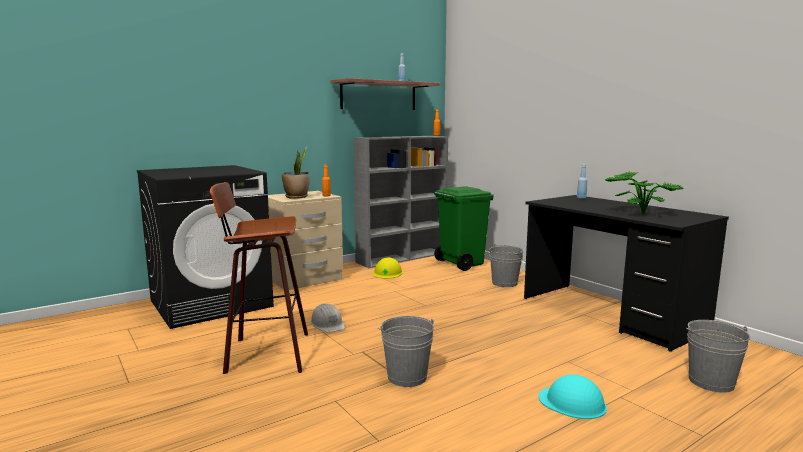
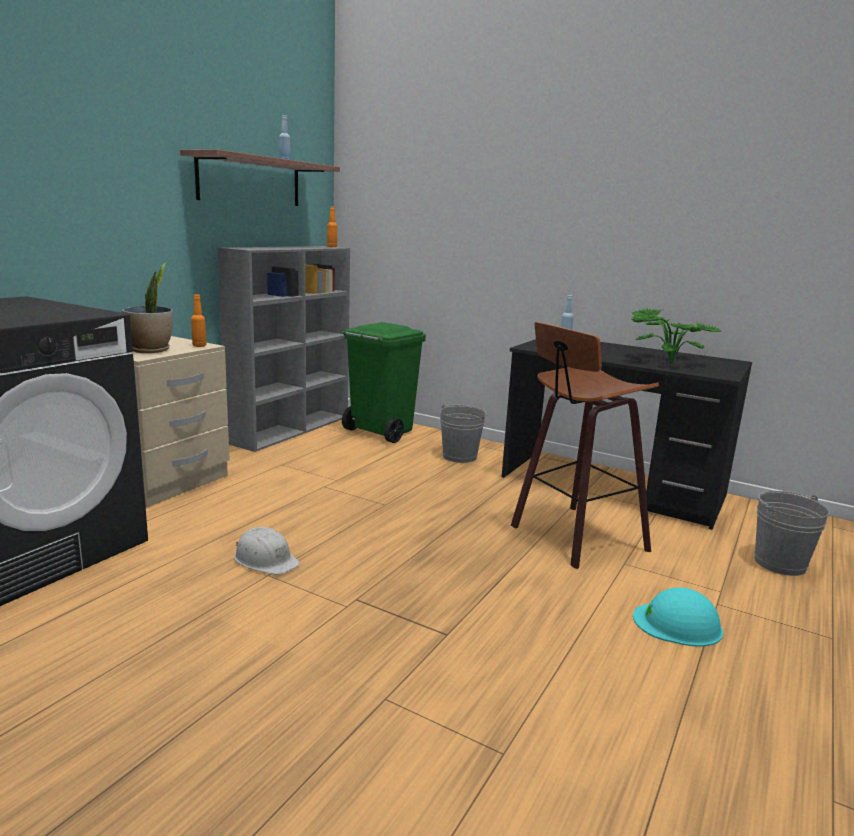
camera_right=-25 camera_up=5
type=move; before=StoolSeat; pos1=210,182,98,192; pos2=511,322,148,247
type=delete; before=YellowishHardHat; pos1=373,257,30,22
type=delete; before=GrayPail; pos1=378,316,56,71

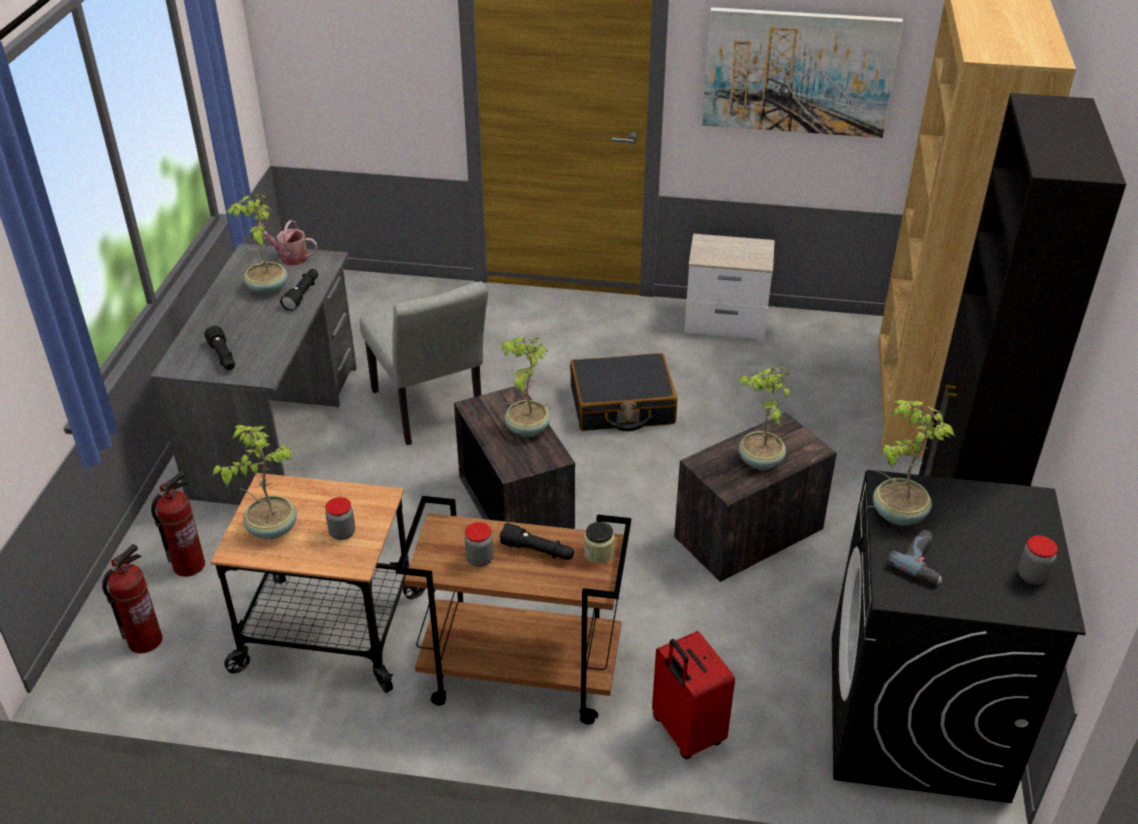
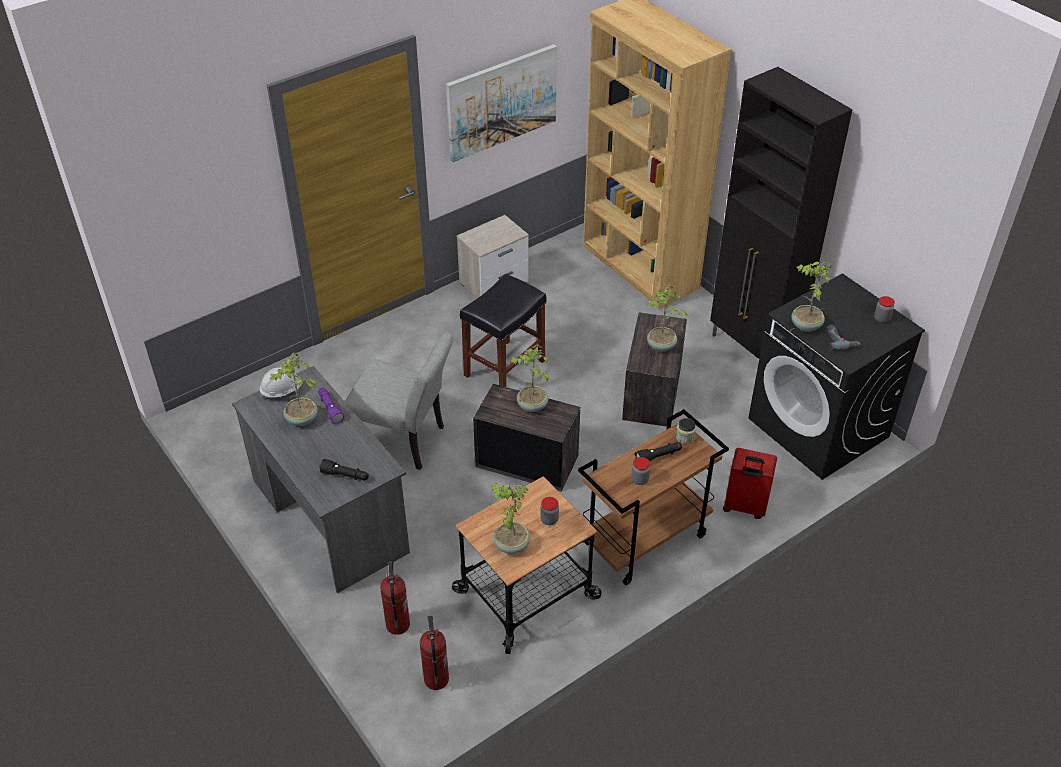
camera_right=-45 camera_up=5
type=replace; before=WateringCan; after=WhiteHardHat; pos1=259,220,58,45; pos2=259,367,43,32
type=recolor; before=BlackColouredTorch; after=PurpleColouredTorch; pos1=280,269,38,42; pos2=318,388,26,36
type=replace; before=BlackColouredSuitcase; after=BlackColouredStoolSeat; pos1=570,353,108,78; pos2=460,274,86,113

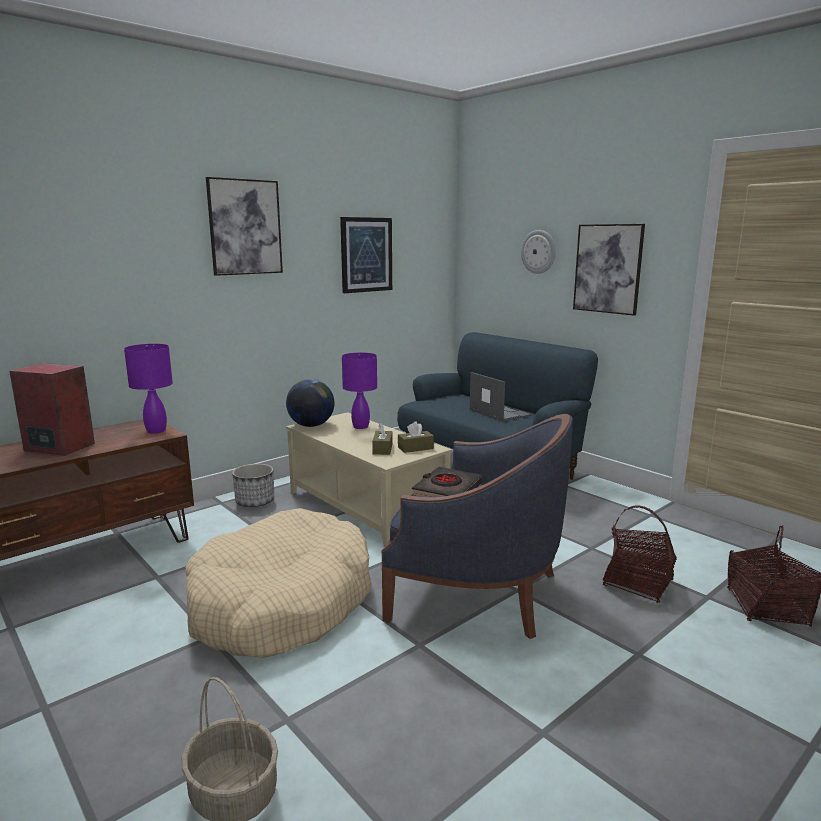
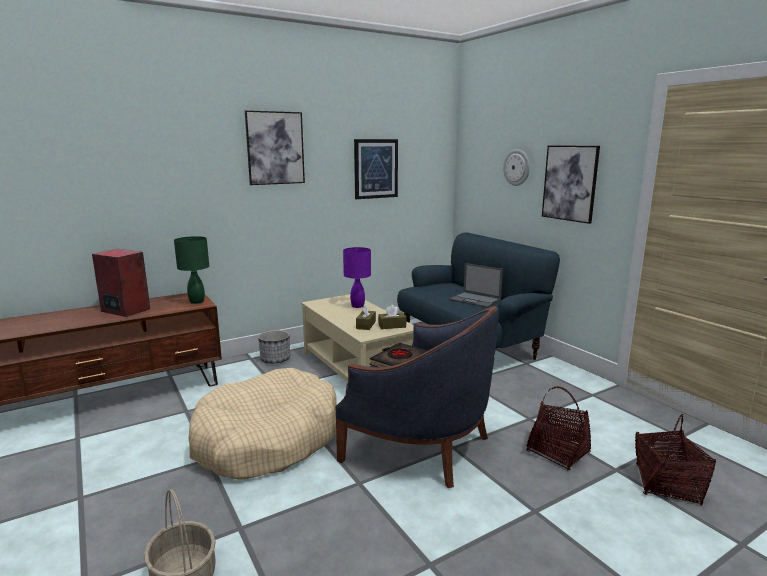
camera_right=10 camera_up=0
type=recolor; before=PurpleColouredTabletopLamp; after=GreenishTabletopLamp; pos1=124,344,49,90; pos2=174,236,35,68
type=rotate; before=PortableComputer; pos1=470,372,61,50; pos2=449,263,54,45; turn=150
type=delete; before=DeskGlobe; pos1=286,379,49,48

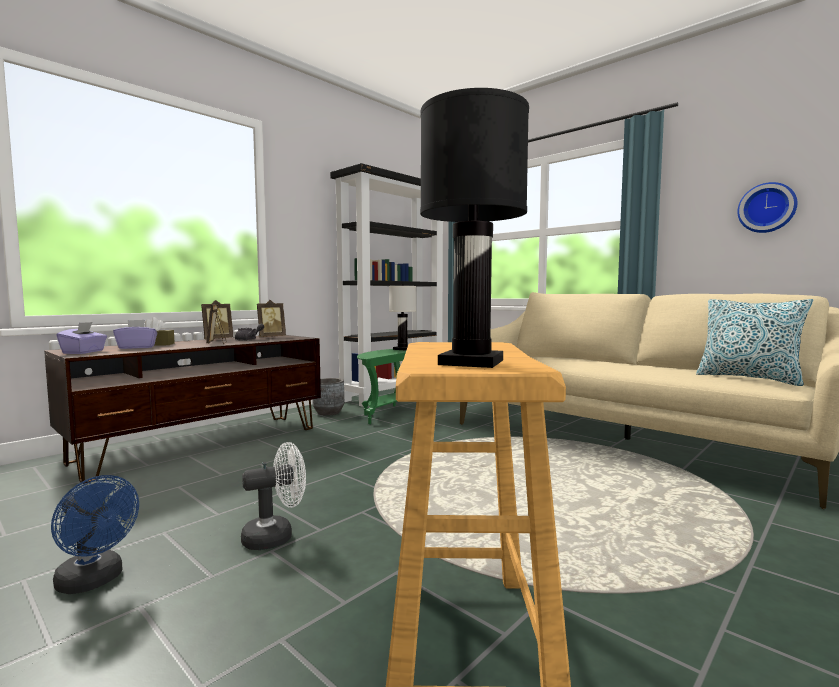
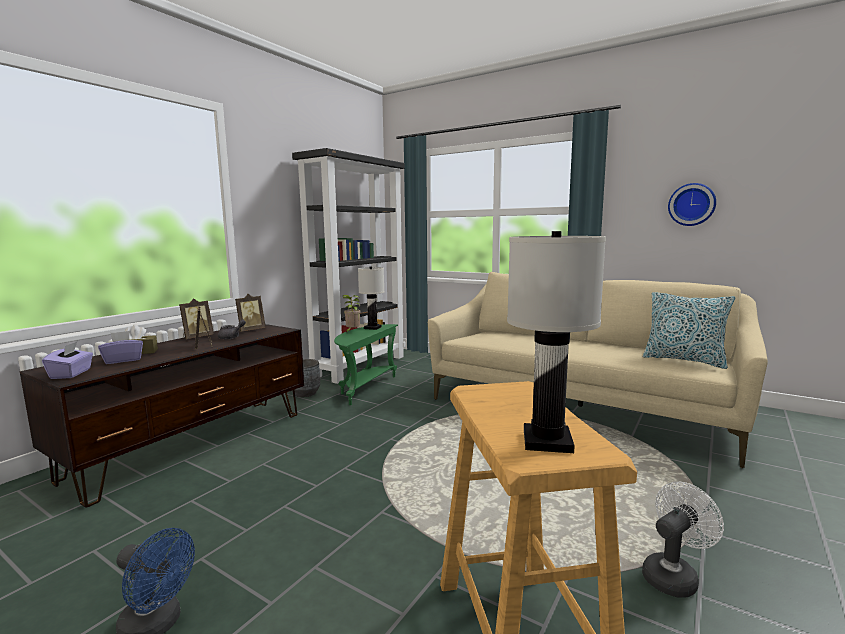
camera_right=-10 camera_up=5
type=recolor; before=BlackColouredTabletopLamp; after=WhiteTabletopLamp; pos1=420,88,109,280; pos2=507,231,99,222
type=move; before=WhiteCoolingFan; pos1=241,442,65,108; pos2=642,482,82,116
type=insert; after=PlantInAPot; pos2=343,295,18,39

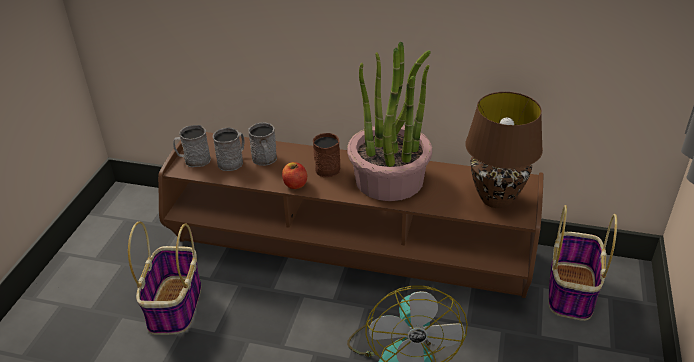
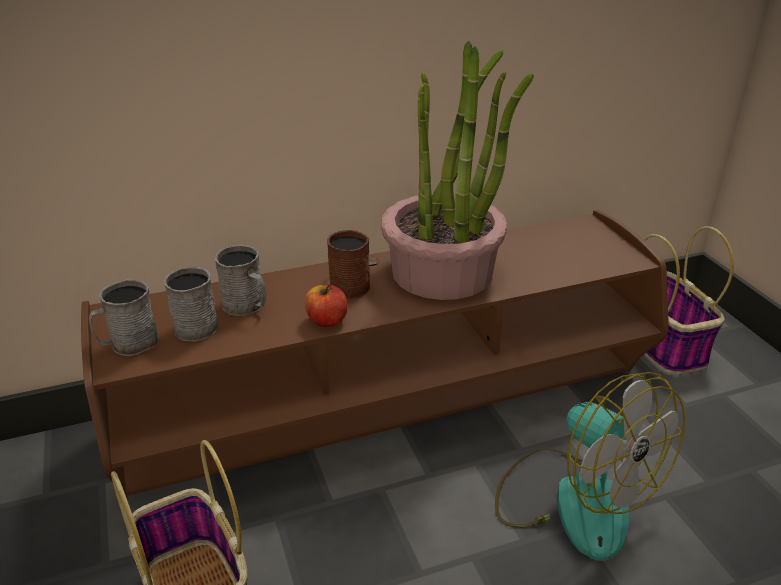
camera_right=-35 camera_up=-5
type=delete; before=BrownishTabletopLamp; pos1=465,92,78,116

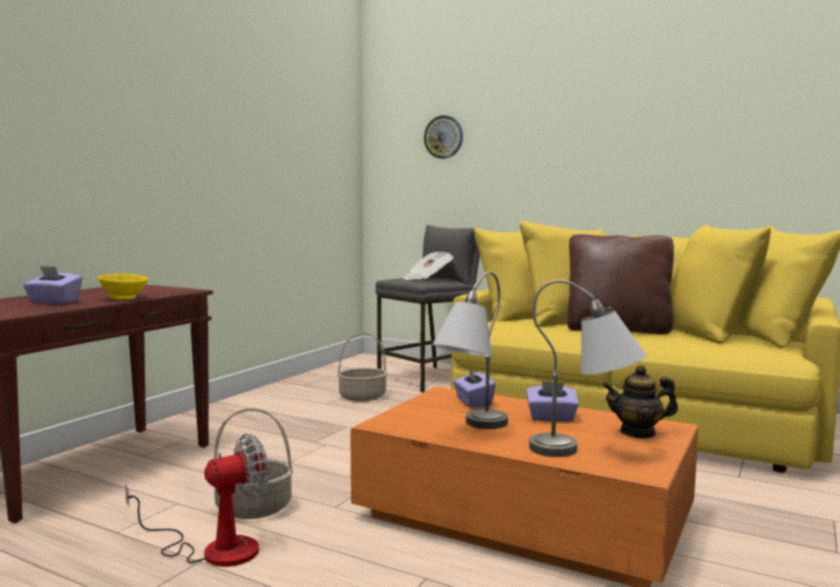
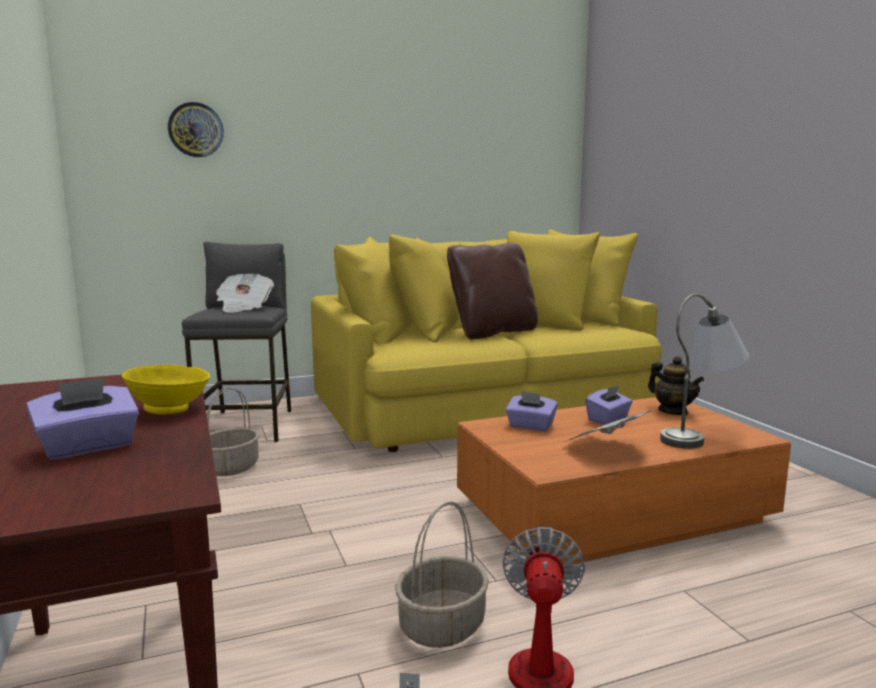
camera_right=-50 camera_up=5
type=replace; before=GrayTabletopLamp; after=PrintedPaper; pos1=432,271,76,158; pos2=564,411,87,31
type=rotate; before=TeaPot; pos1=602,365,76,74; pos2=648,356,56,59; turn=-75

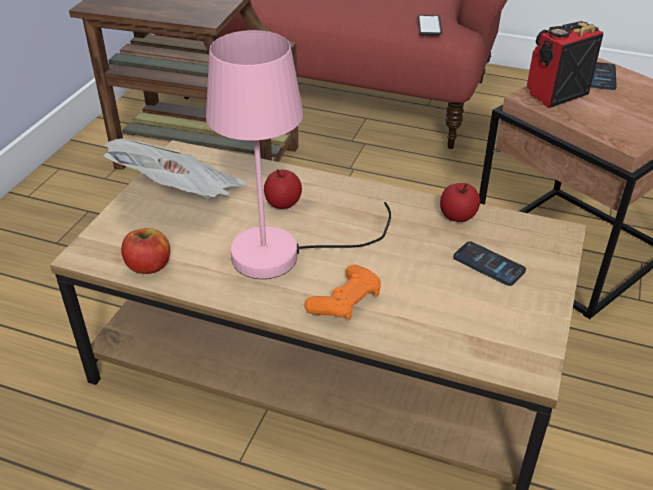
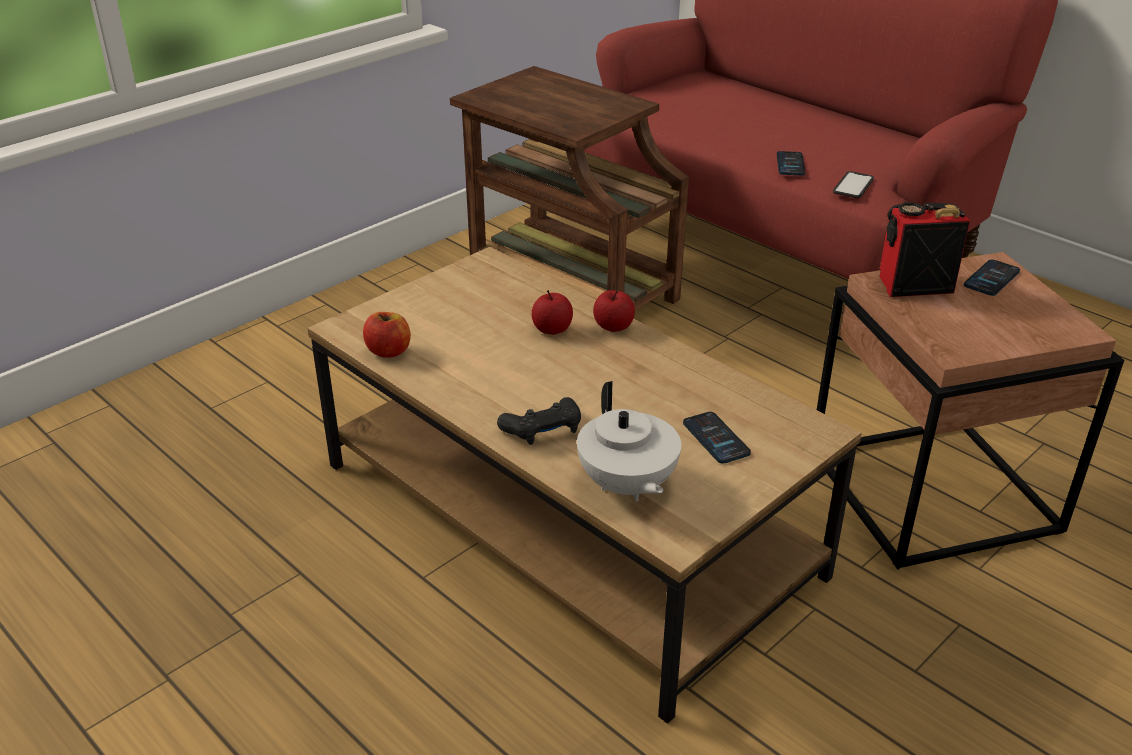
camera_right=25 camera_up=-5
type=delete; before=PinkColouredTabletopLamp; pos1=206,30,185,249
type=delete; before=PrintedPaper; pos1=103,138,144,60
type=move; before=Apple; pos1=440,183,40,39; pos2=593,290,42,42
type=recolor; before=OrangeyGamepad; after=BlackColouredGamepad; pos1=304,264,77,56; pos2=497,397,84,48
type=insert; after=Phone; pos2=777,151,28,24
type=insert; after=WhiteTeaPot; pos2=577,381,104,121

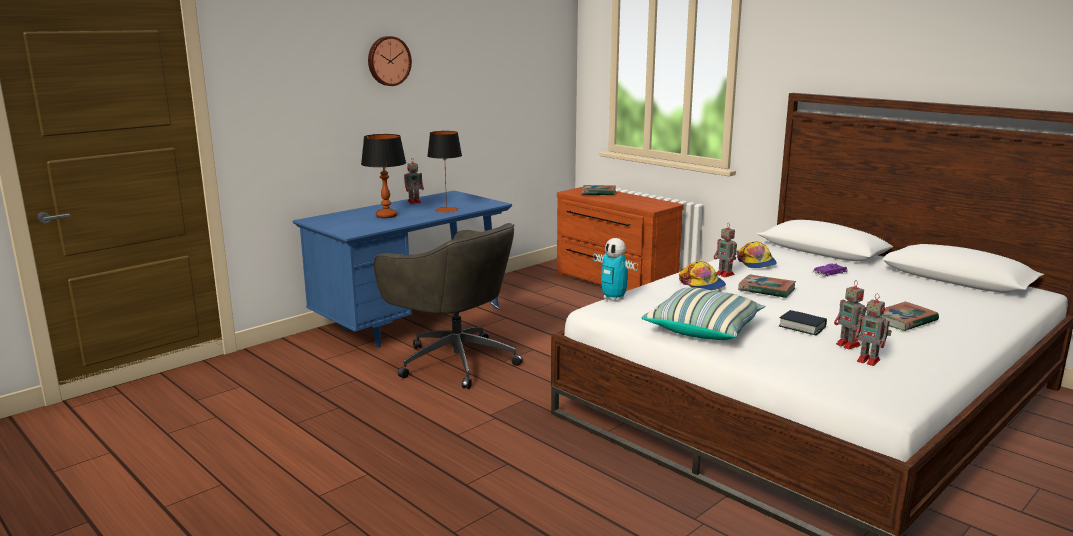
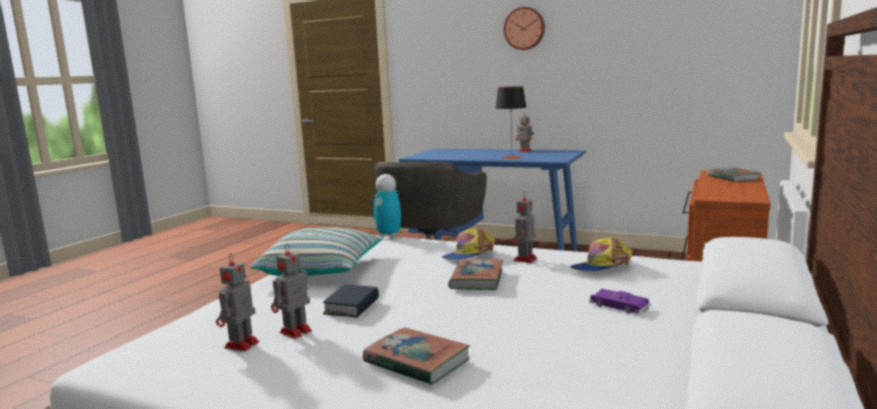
camera_right=70 camera_up=-5
type=delete; before=TabletopLamp; pos1=361,134,45,84

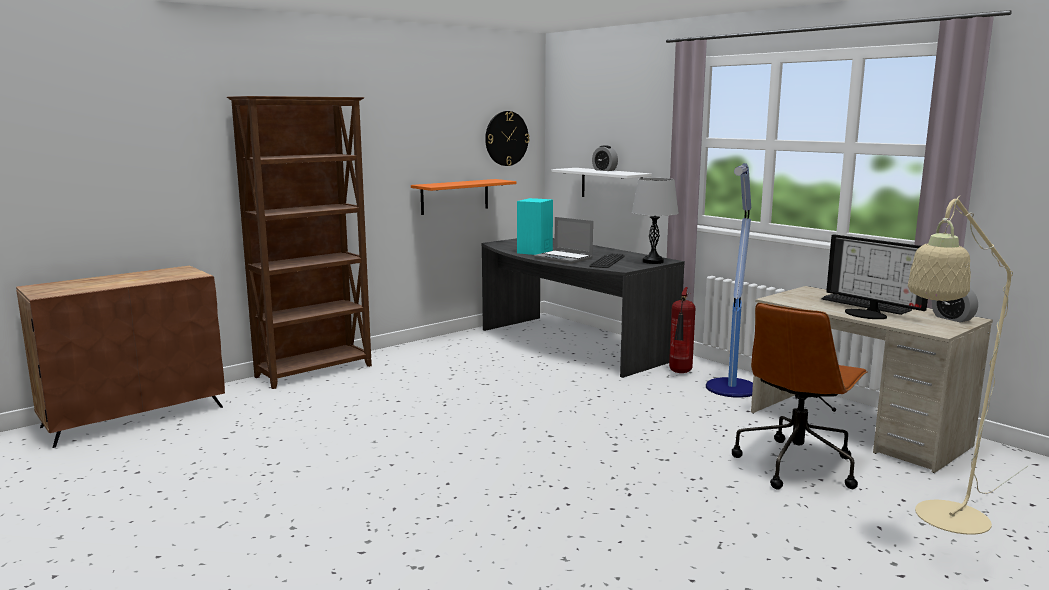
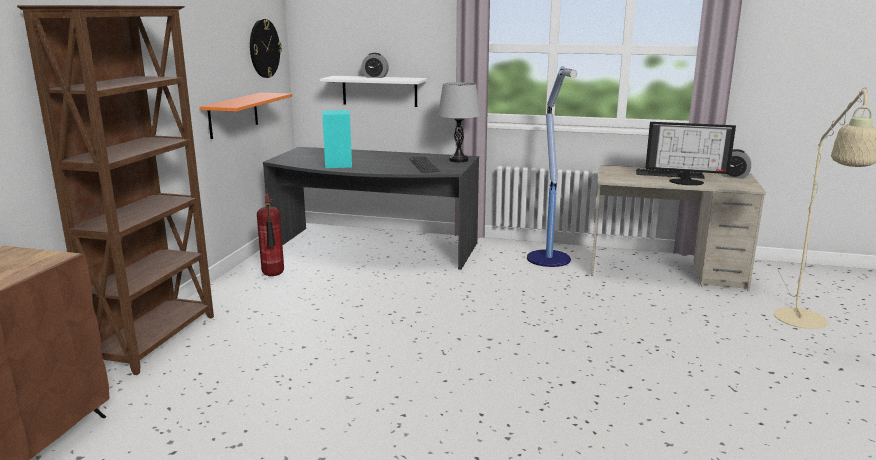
camera_right=-35 camera_up=5
type=delete; before=PortableComputer; pos1=534,217,59,47
type=move; before=FireExtinguisher; pos1=669,287,26,86; pos2=257,194,27,82
type=delete; before=BrownishOfficeChair; pos1=732,303,136,187

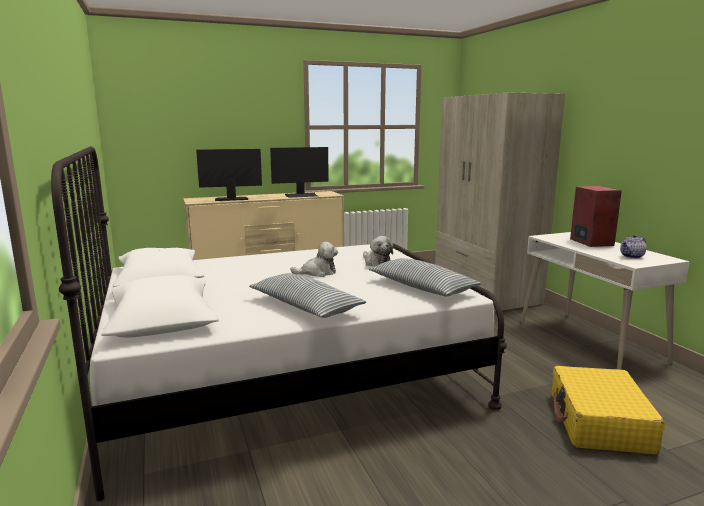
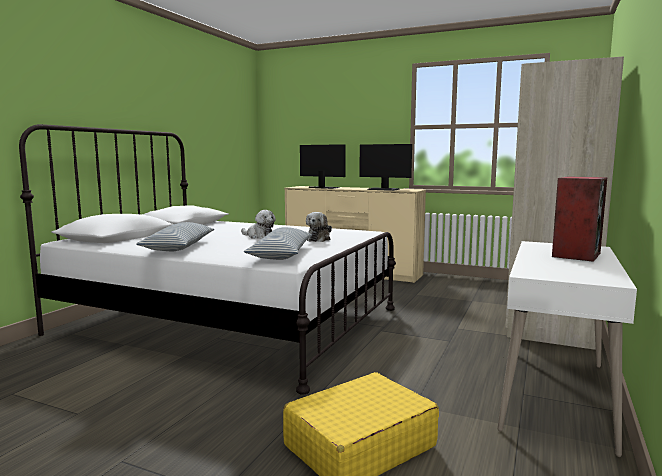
camera_right=45 camera_up=-5
type=delete; before=TeaPot; pos1=620,235,27,24

